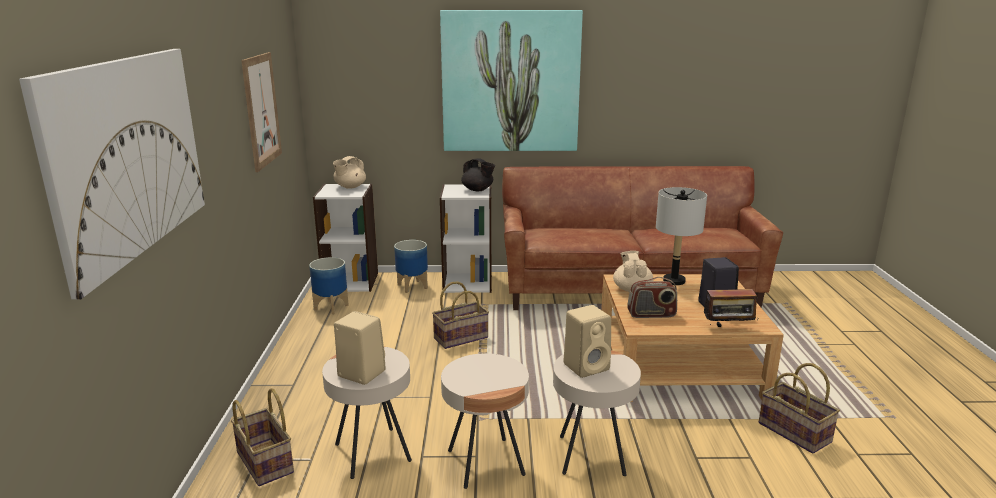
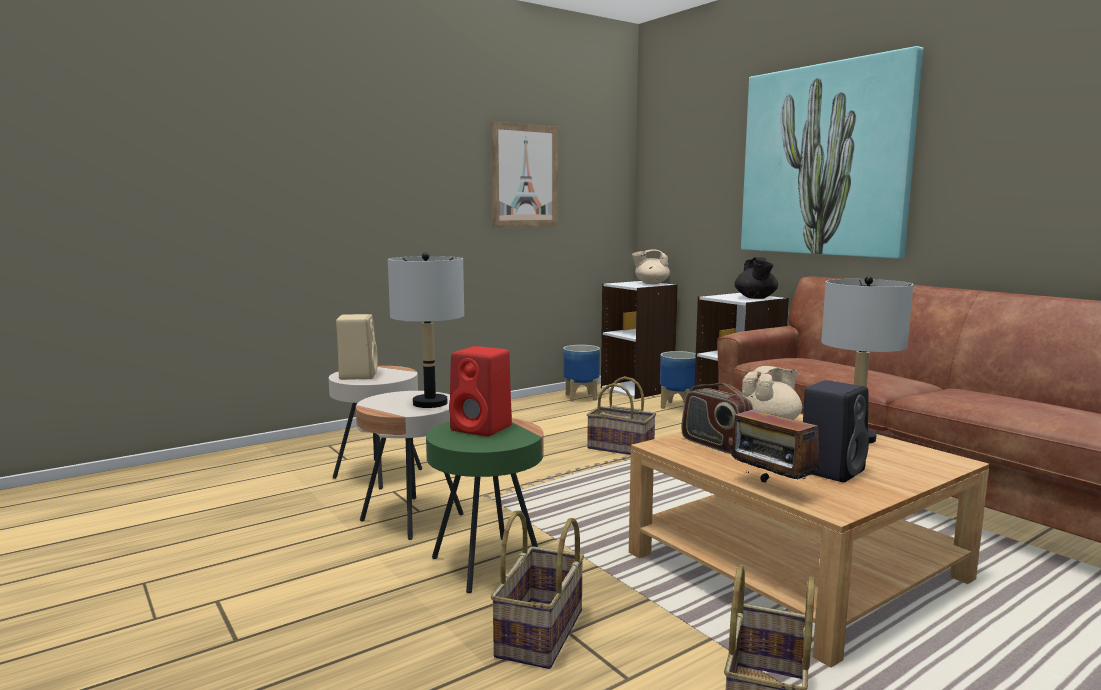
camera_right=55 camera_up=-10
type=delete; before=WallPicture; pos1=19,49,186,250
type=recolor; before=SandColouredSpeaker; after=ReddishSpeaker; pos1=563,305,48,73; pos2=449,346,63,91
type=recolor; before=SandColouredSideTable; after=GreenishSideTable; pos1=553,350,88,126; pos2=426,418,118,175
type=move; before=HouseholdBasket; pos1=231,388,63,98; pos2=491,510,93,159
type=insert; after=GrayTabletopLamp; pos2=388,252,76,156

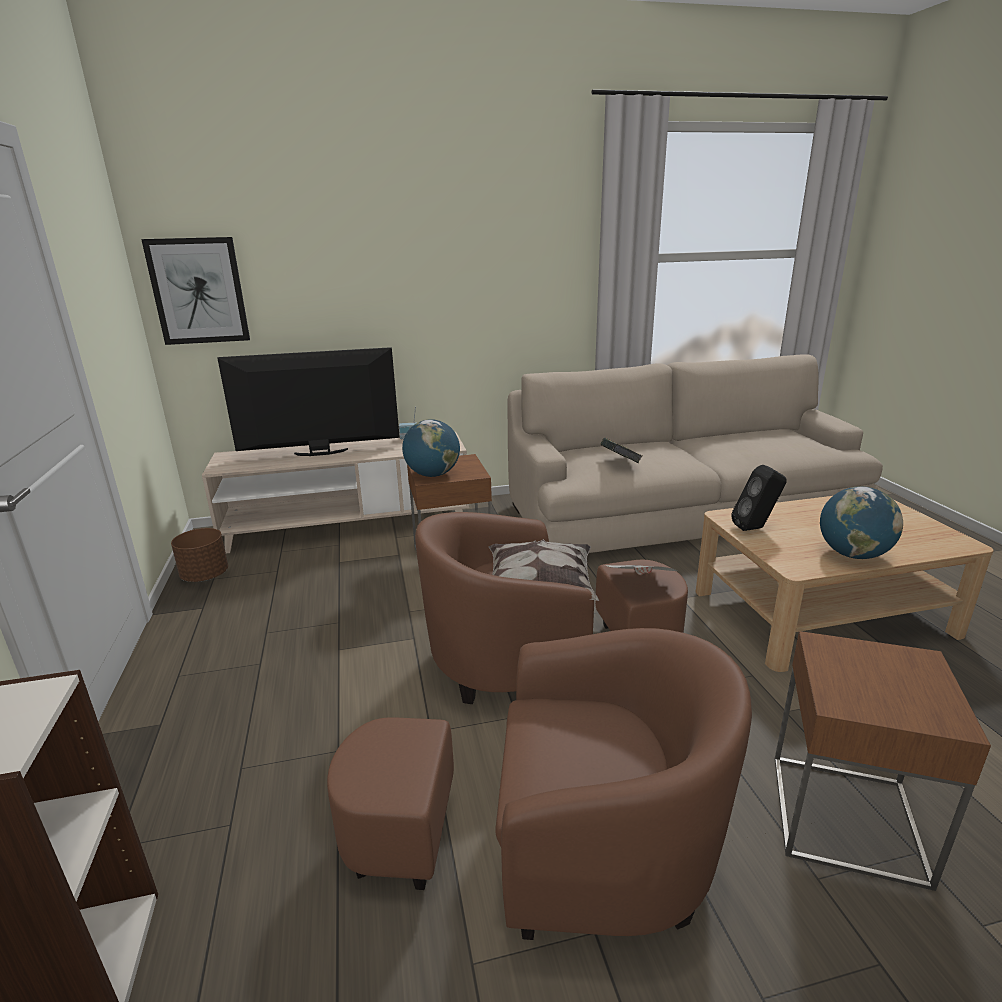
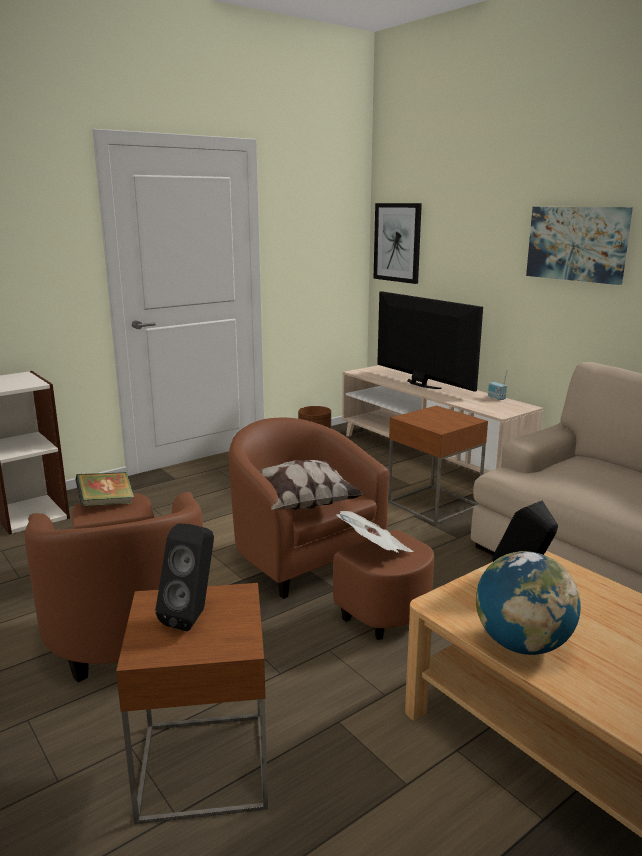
camera_right=65 camera_up=-5
type=delete; before=DeskGlobe; pos1=402,419,58,58
type=move; before=Volume; pos1=601,438,41,25; pos2=75,472,59,34
type=insert; after=WallPicture; pos2=526,207,107,78
type=insert; after=BlackColouredSpeaker; pos2=156,524,58,107

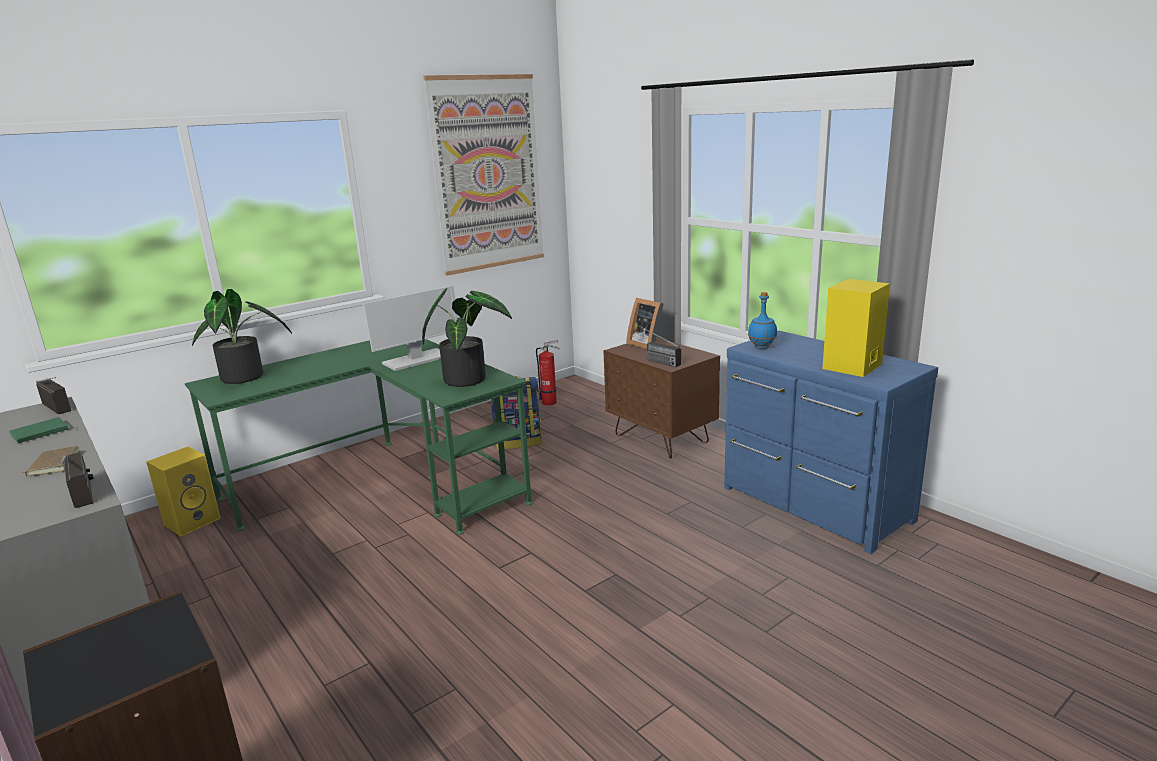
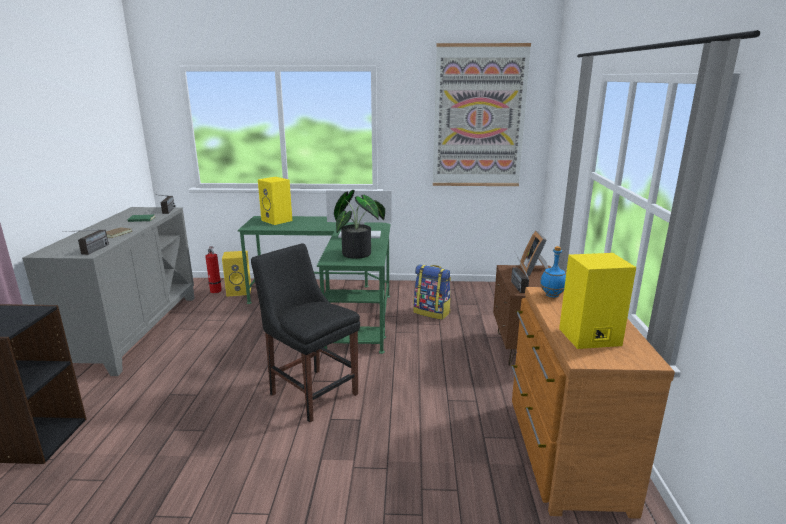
camera_right=40 camera_up=0
type=replace; before=PlantInAPot; after=YellowishSpeaker; pos1=192,289,100,95; pos2=258,177,34,48
type=recolor; before=BlueChestOfDrawers; after=BrownishChestOfDrawers; pos1=724,331,214,223; pos2=511,287,164,232
type=move; before=FireExtinguisher; pos1=536,340,24,65; pos2=205,247,17,46
type=insert; after=BlackColouredChair; pos2=251,243,109,179

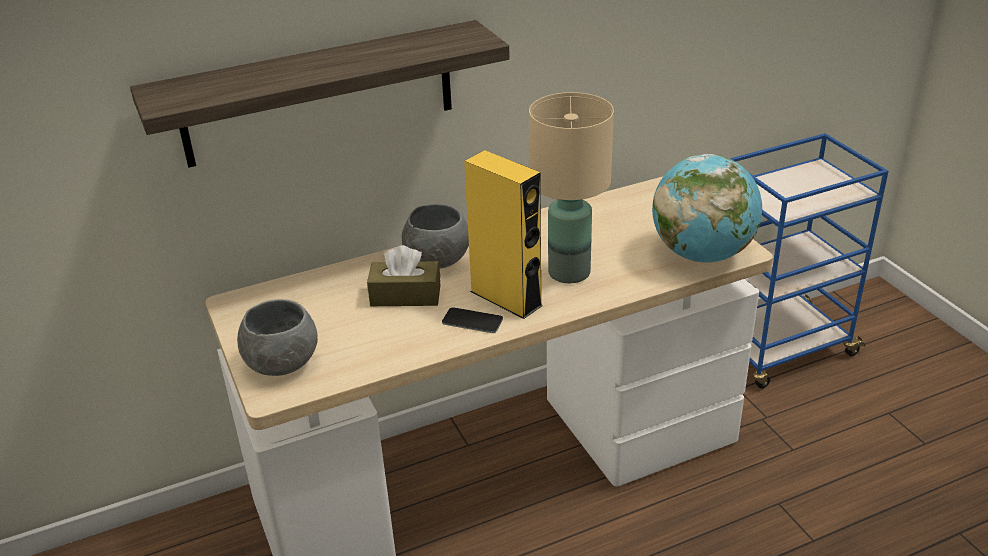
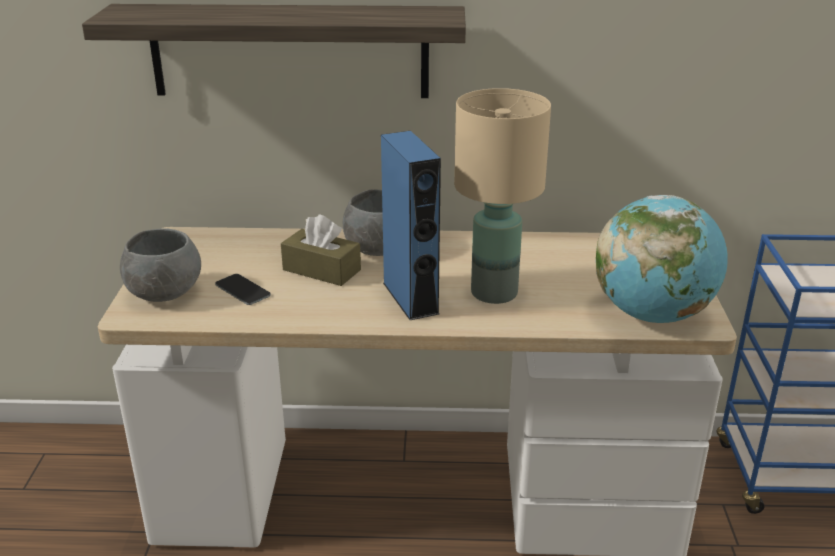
camera_right=25 camera_up=-5
type=recolor; before=YellowishSpeaker; after=BlueSpeaker; pos1=464,150,79,169; pos2=381,131,60,189
type=move; before=Phone; pos1=442,307,61,26; pos2=215,274,56,31

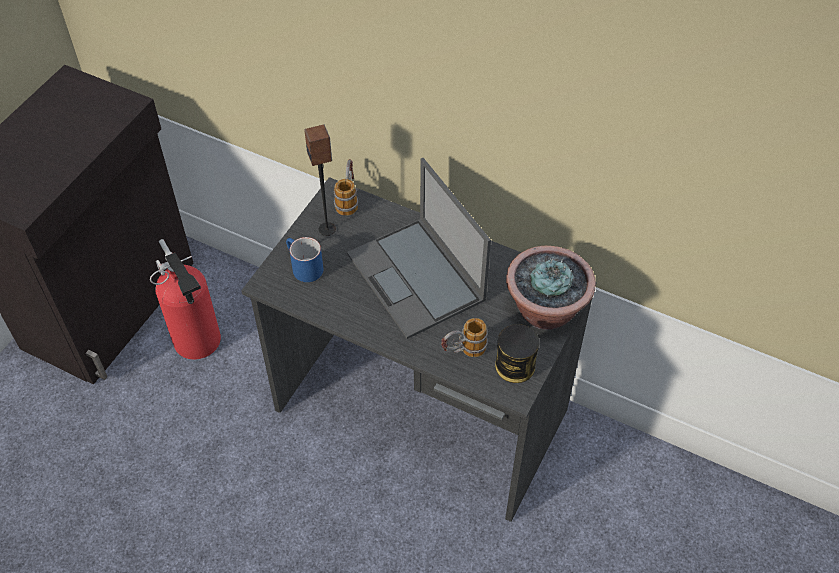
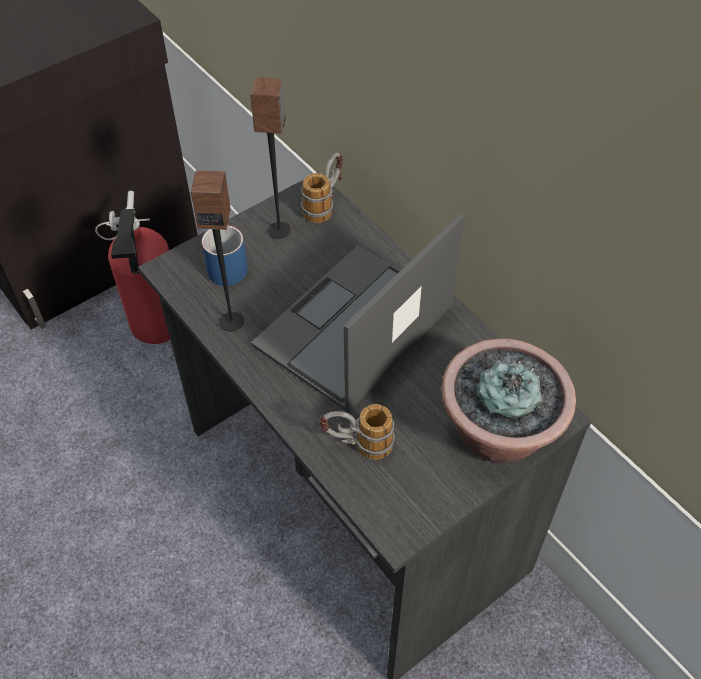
camera_right=25 camera_up=0
type=rotate; before=PortableComputer; pos1=347,158,144,181; pos2=251,213,213,200; turn=45
type=delete; before=MetalCan; pos1=495,324,44,59
type=insert; after=Speaker; pos2=191,170,53,161

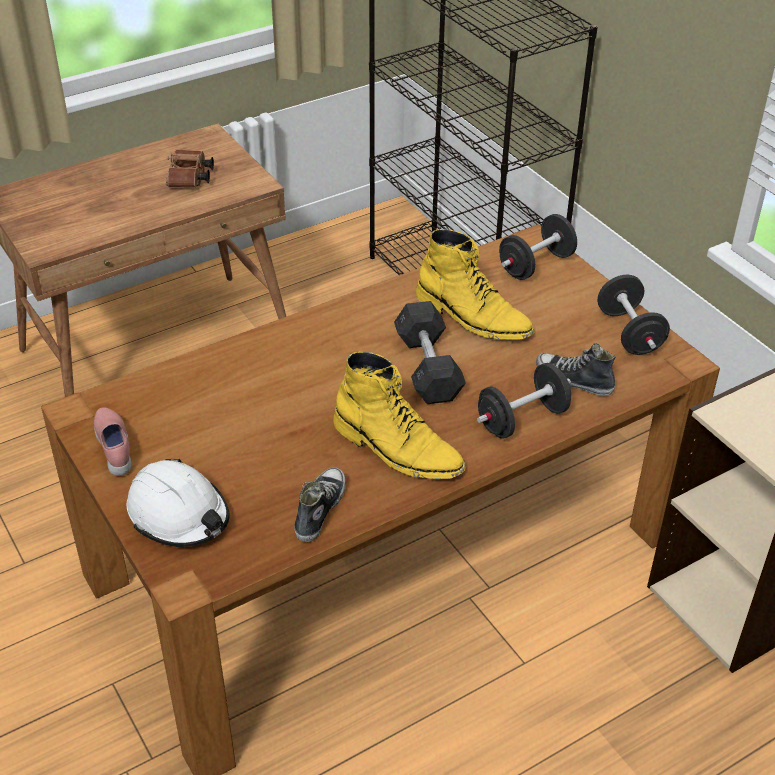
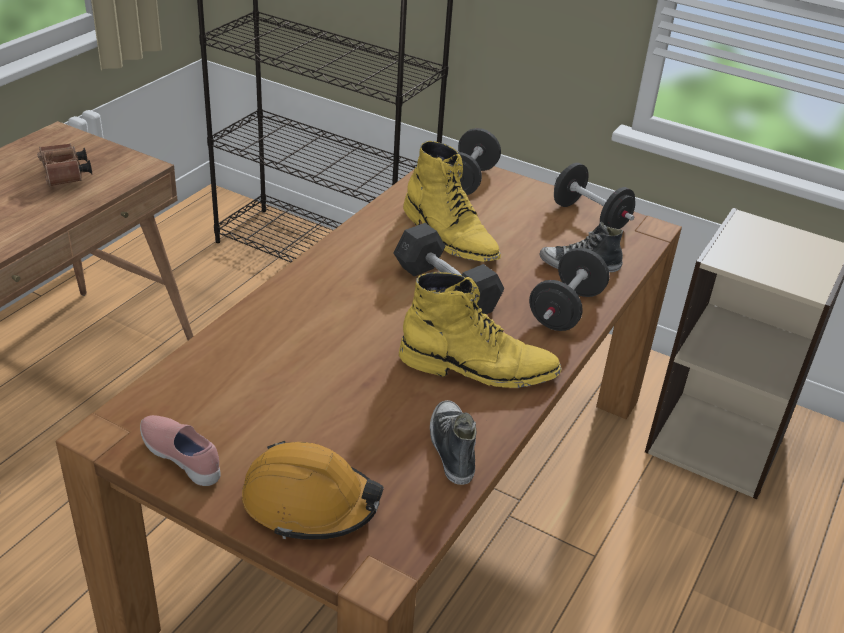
camera_right=-30 camera_up=-5
type=rotate; before=YellowishHighTopBoot; pos1=416,229,118,111; pos2=403,141,98,121; turn=45
type=recolor; before=WhiteHardHat; after=OrangeyHardHat; pos1=126,459,103,88; pos2=242,441,142,99

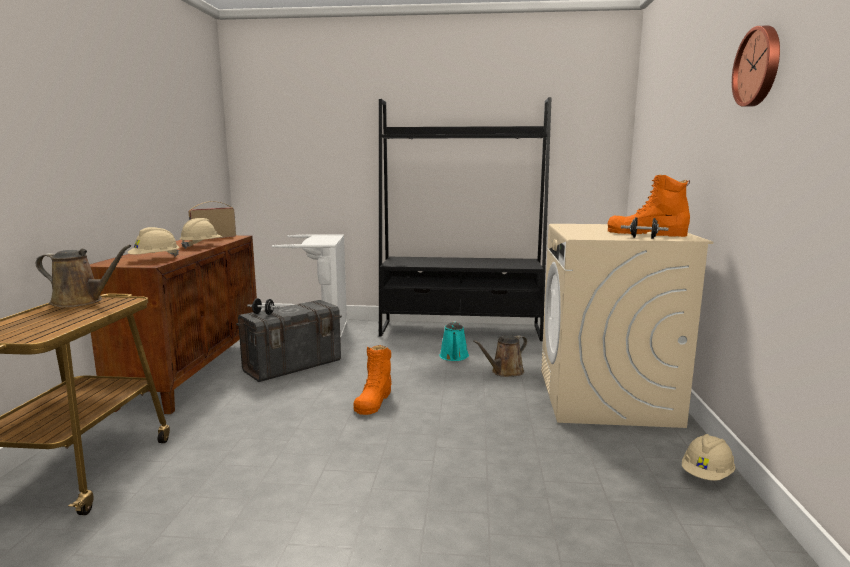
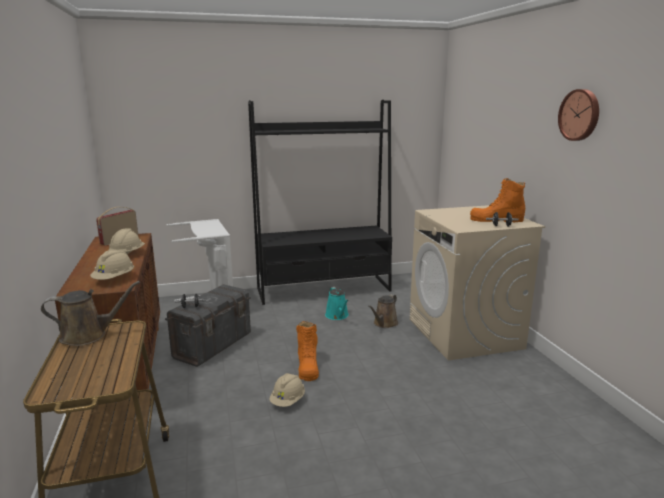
camera_right=-20 camera_up=5
type=move; before=SandColouredHardHat; pos1=682,434,53,47; pos2=269,373,36,34

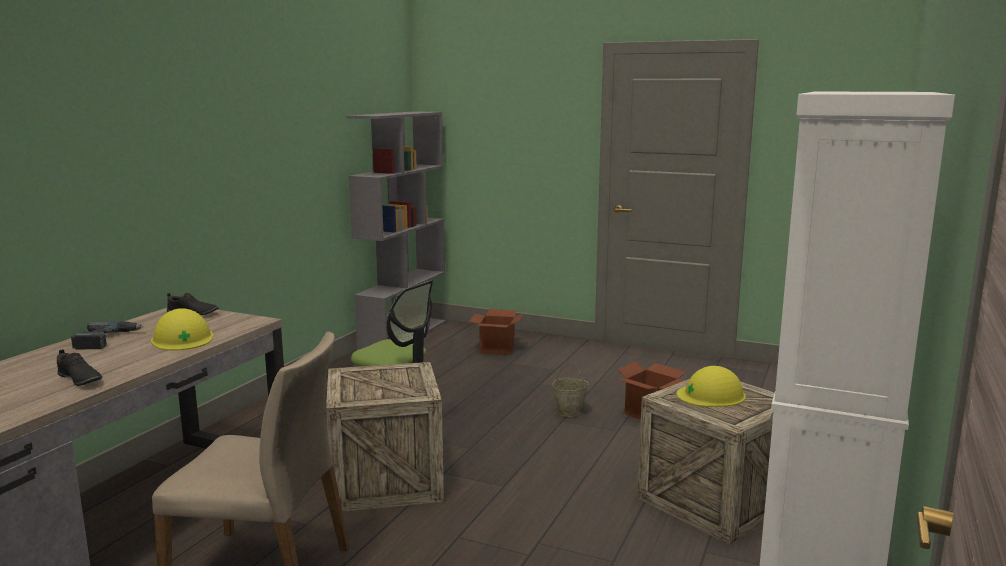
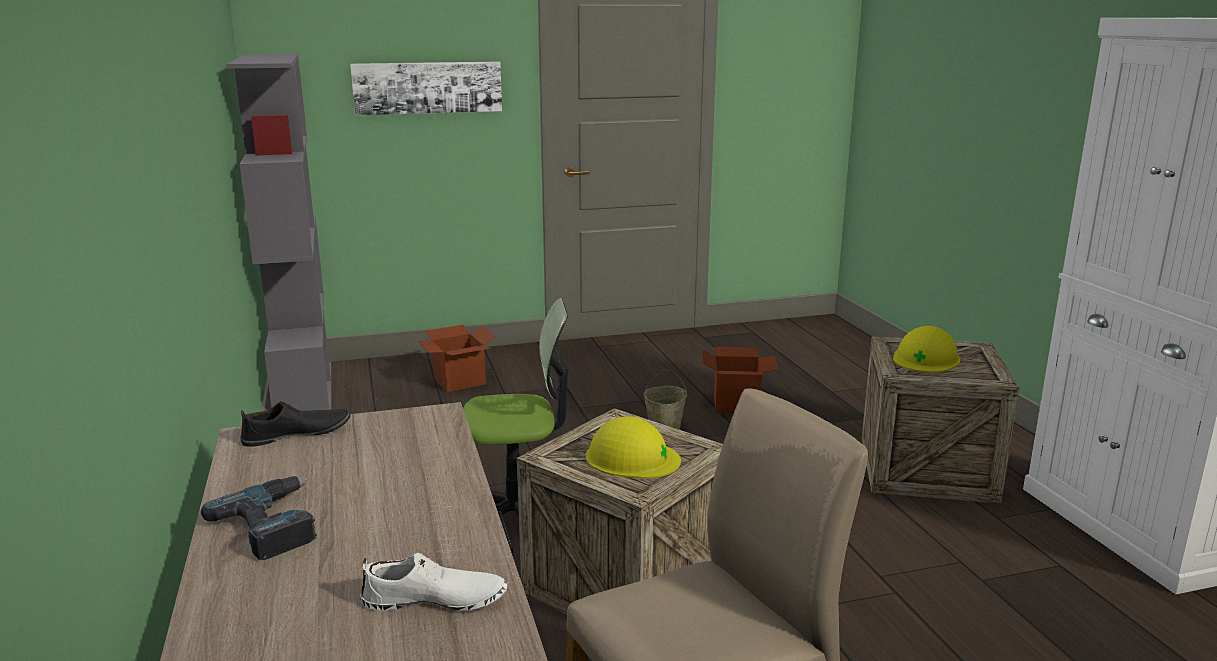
camera_right=-40 camera_up=5
type=move; before=YellowishHardHat; pos1=151,308,62,43; pos2=586,417,95,61
type=recolor; before=BlackColouredLowShoe; after=WhiteLowShoe; pos1=57,349,45,37; pos2=360,553,147,58
type=insert; after=WallPicture; pos2=350,62,152,53

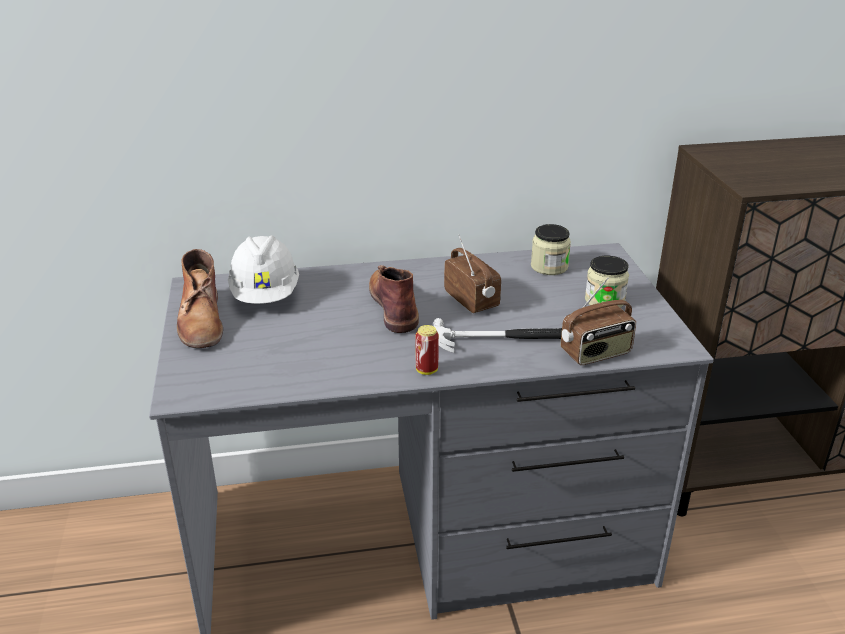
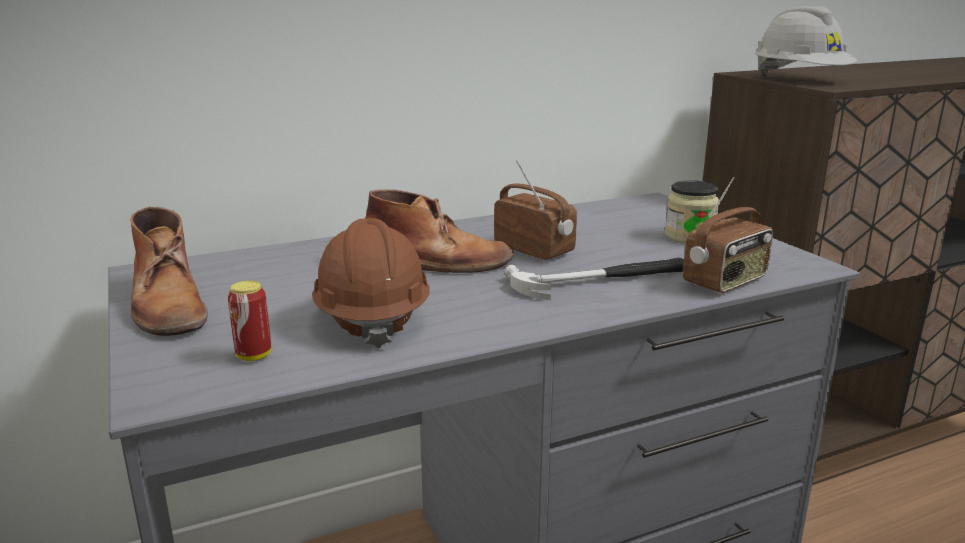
camera_right=-15 camera_up=-10
type=delete; before=StorageJar; pos1=531,224,40,51
type=move; before=WhiteHardHat; pos1=228,235,71,69; pos2=755,6,102,68
type=rotate; before=BrownishHighTopBoot; pos1=369,265,50,68; pos2=366,189,148,84; turn=120
type=move; before=MetalCan; pos1=416,325,23,50; pos2=228,280,43,81
type=insert; after=BrownishHardHat; pos2=312,218,118,130

